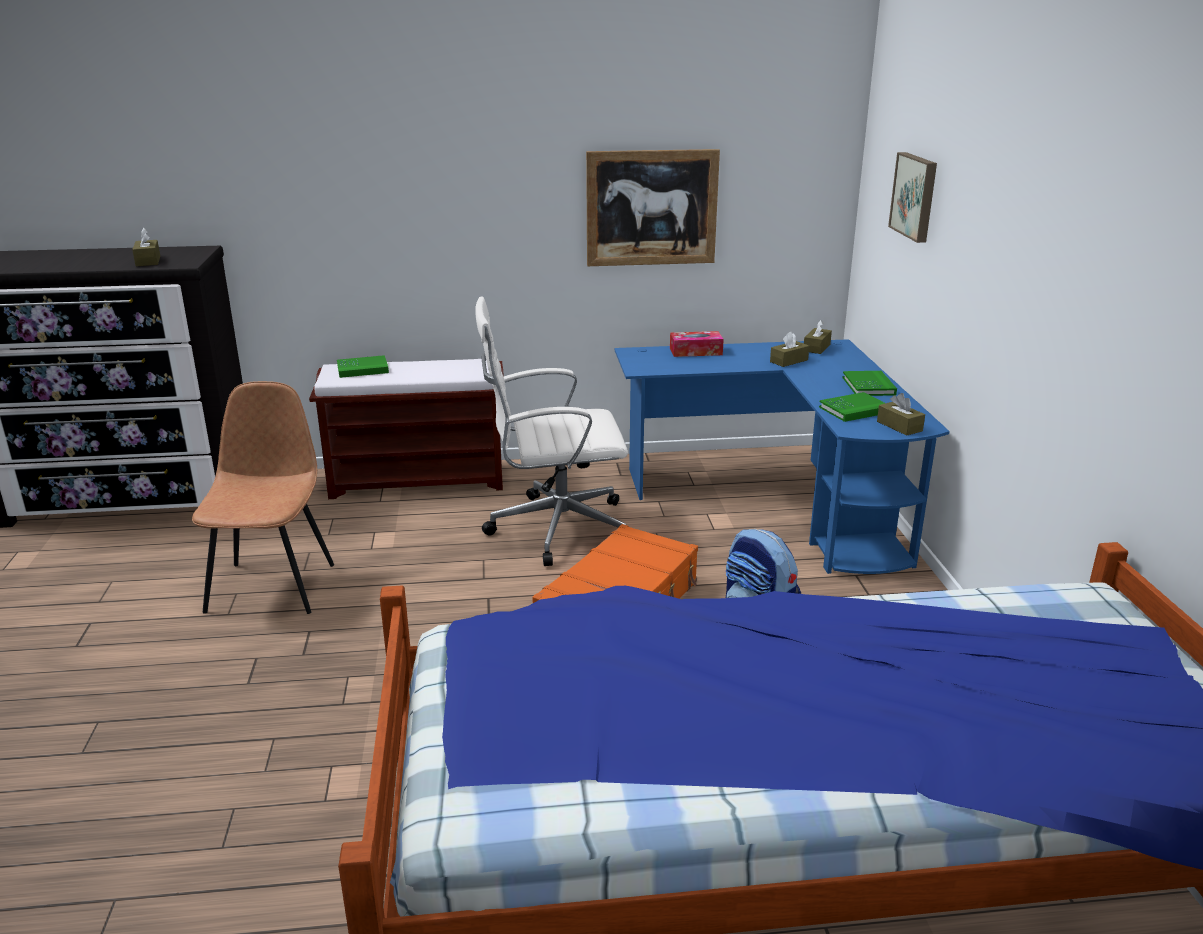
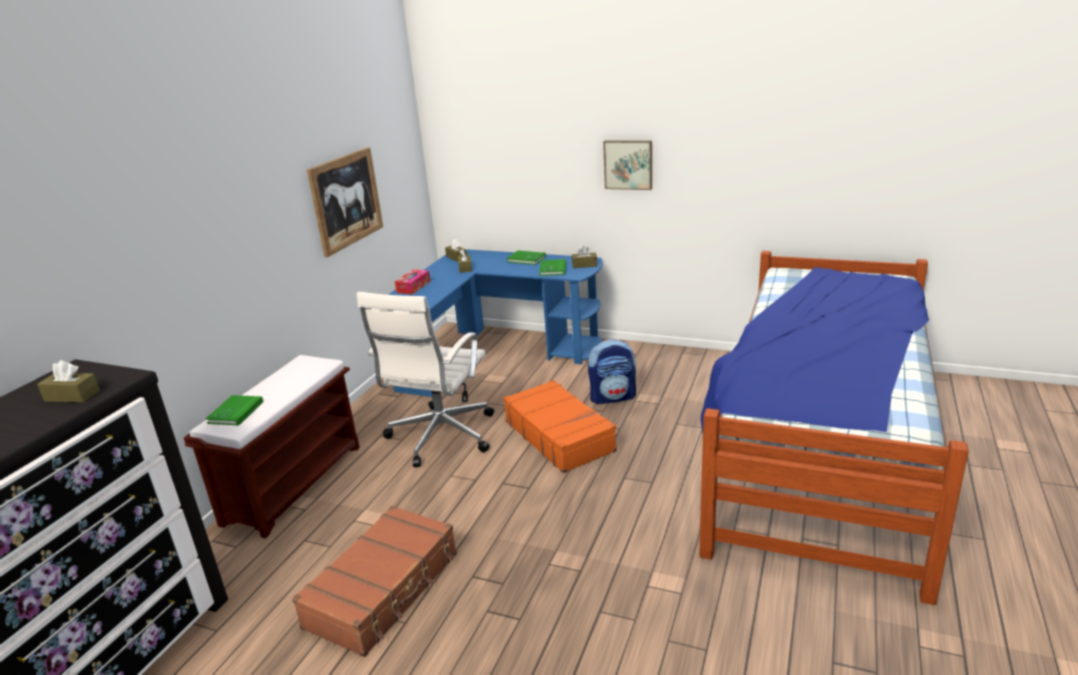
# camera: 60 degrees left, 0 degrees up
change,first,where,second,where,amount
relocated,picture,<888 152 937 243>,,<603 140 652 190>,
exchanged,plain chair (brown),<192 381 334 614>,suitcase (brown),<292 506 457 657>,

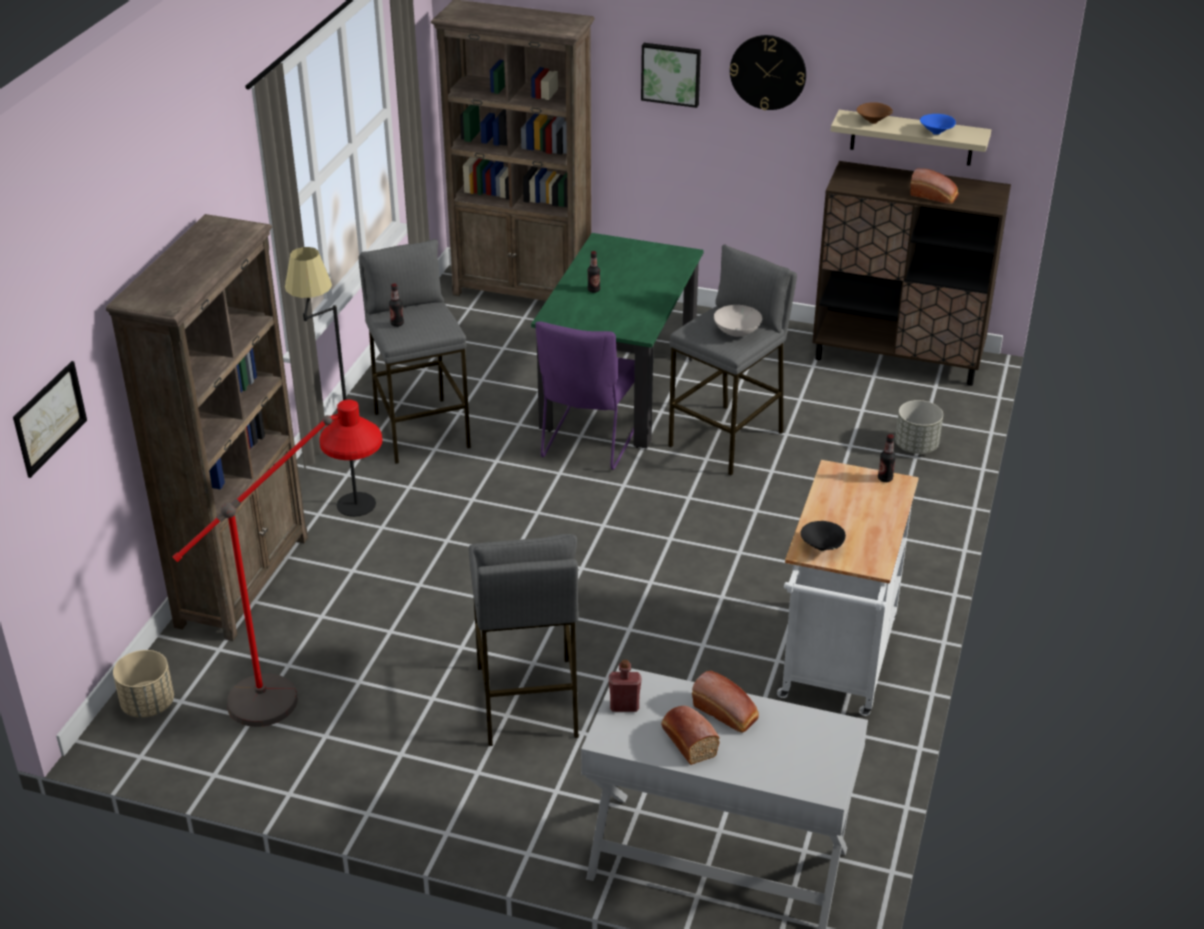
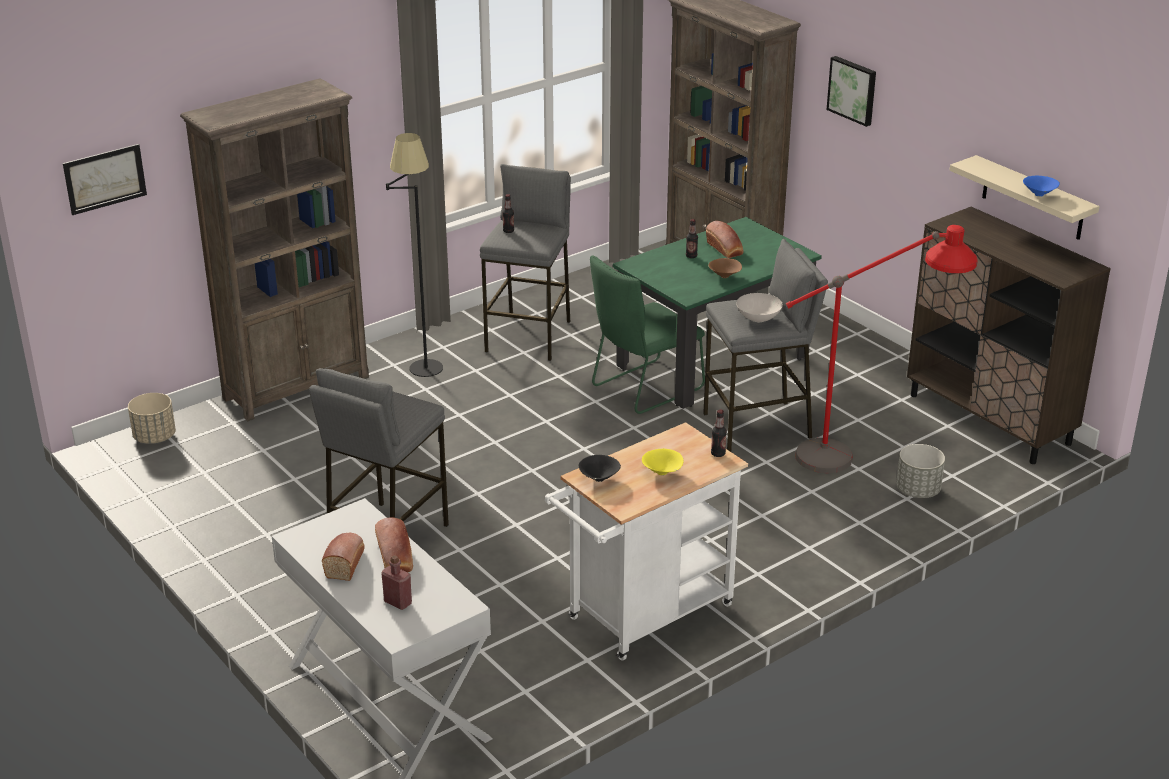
# camera: 35 degrees right, 5 degrees down
change,first,where,second,where,amount
missing,wall clock,<730 35 806 110>,,,
appeared,,,bowl (yellowish),<642 449 683 476>,
relocated,floor lamp (red-coloured),<172 399 382 727>,,<786 225 977 473>,
relocated,drink bottle (red-coloured),<609 660 641 712>,,<381 555 412 610>,
relocated,bowl (brown),<857 102 893 124>,,<708 258 742 278>,
relocated,baked bread,<910 168 958 204>,,<706 221 744 258>,
colour,plain chair (purple),<535 321 635 470>,plain chair (green-coloured),<590 256 705 414>,

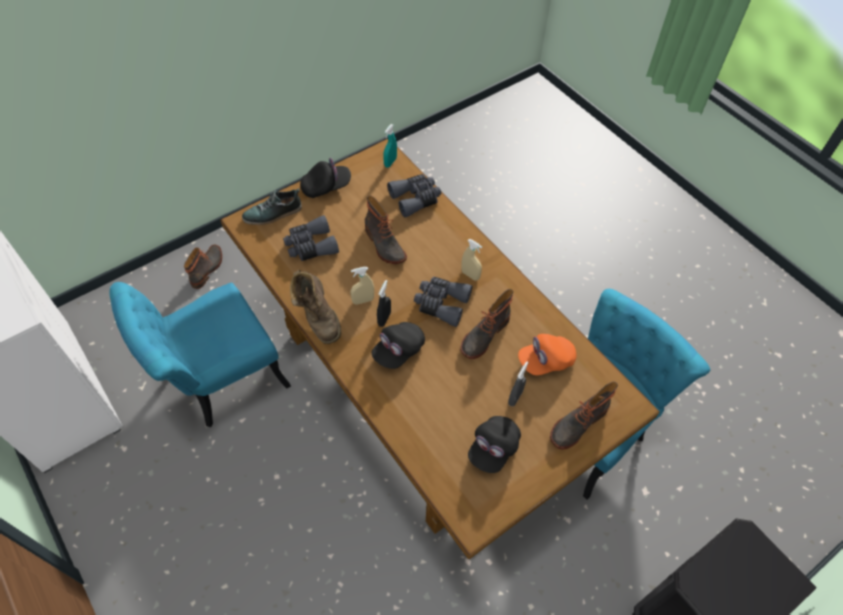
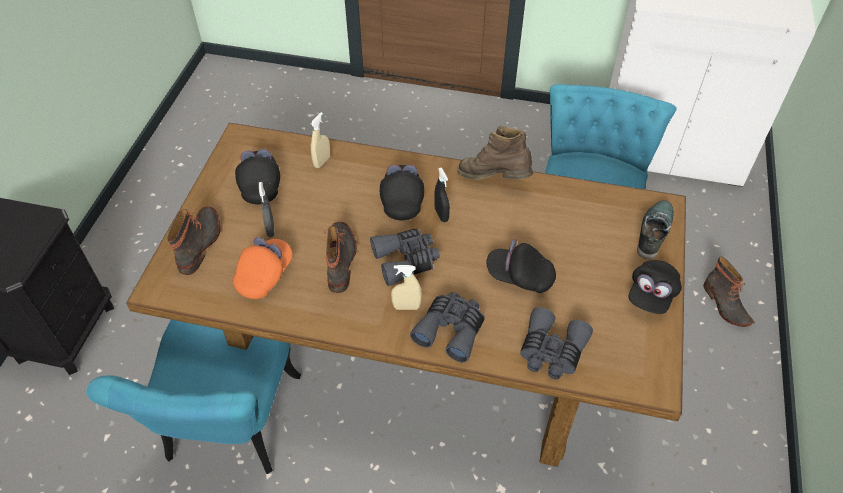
# camera: 140 degrees right, 5 degrees down
change,first,where,second,where,amount
missing,spray bottle (turquoise-coloured),<383 124 397 168>,,,
relocated,field glasses (greyish),<283 215 339 261>,,<410 292 485 362>,
relocated,spray bottle (sand-coloured),<350 267 374 305>,,<310 112 330 168>,
exchanged,tall boot,<365 196 407 264>,baseball cap (black-coloured),<486 239 556 293>,

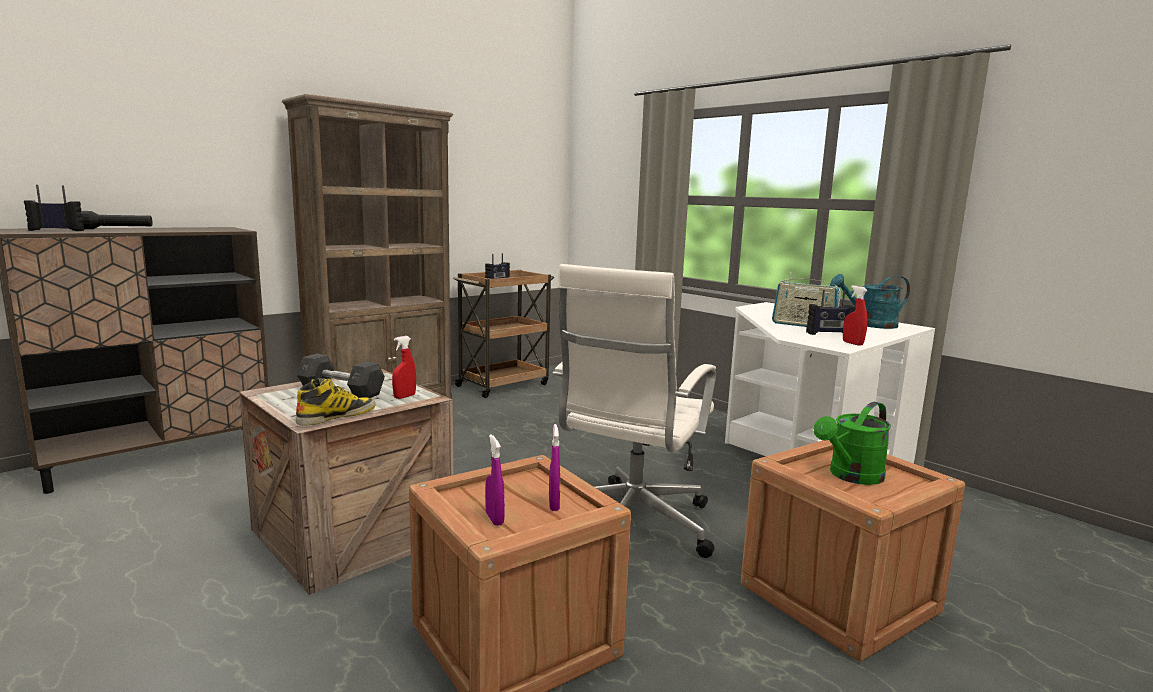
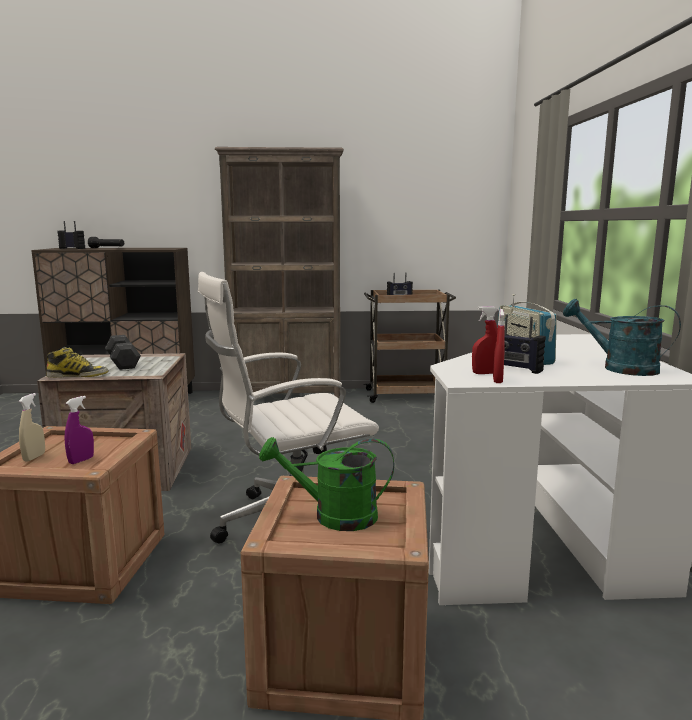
# camera: 40 degrees right, 0 degrees up
change,first,where,second,where,amount
relocated,spray bottle (red-coloured),<392 336 416 399>,,<472 306 498 374>,
colour,spray bottle (purple),<485 434 505 526>,spray bottle (sand-coloured),<19 393 45 461>,

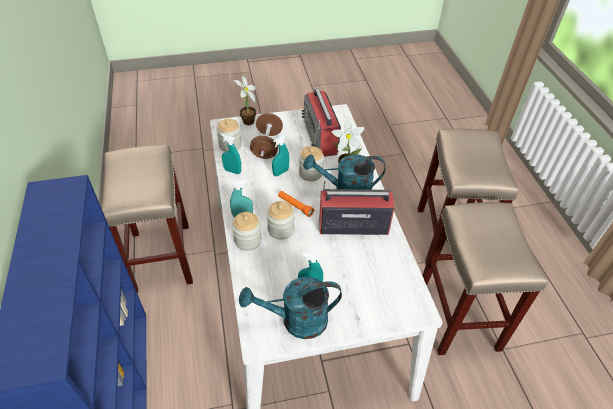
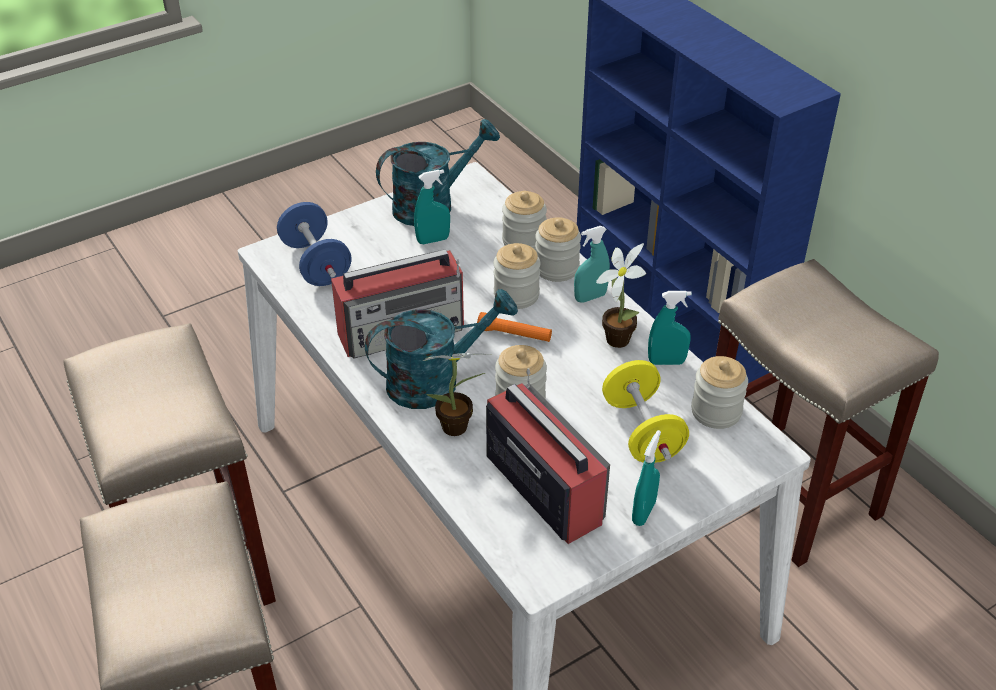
# camera: 160 degrees right, 5 degrees down
change,first,where,second,where,amount
appeared,,,free weight (bluish),<277 202 351 286>,
appeared,,,jar,<502 191 547 251>,
relocated,potted plant,<234 75 256 125>,,<596 243 646 348>,
relocated,spray bottle (turquoise-coloured),<272 135 289 176>,,<632 430 661 526>,
colour,free weight (brown),<250 113 283 159>,free weight (yellowish),<602 360 689 463>,

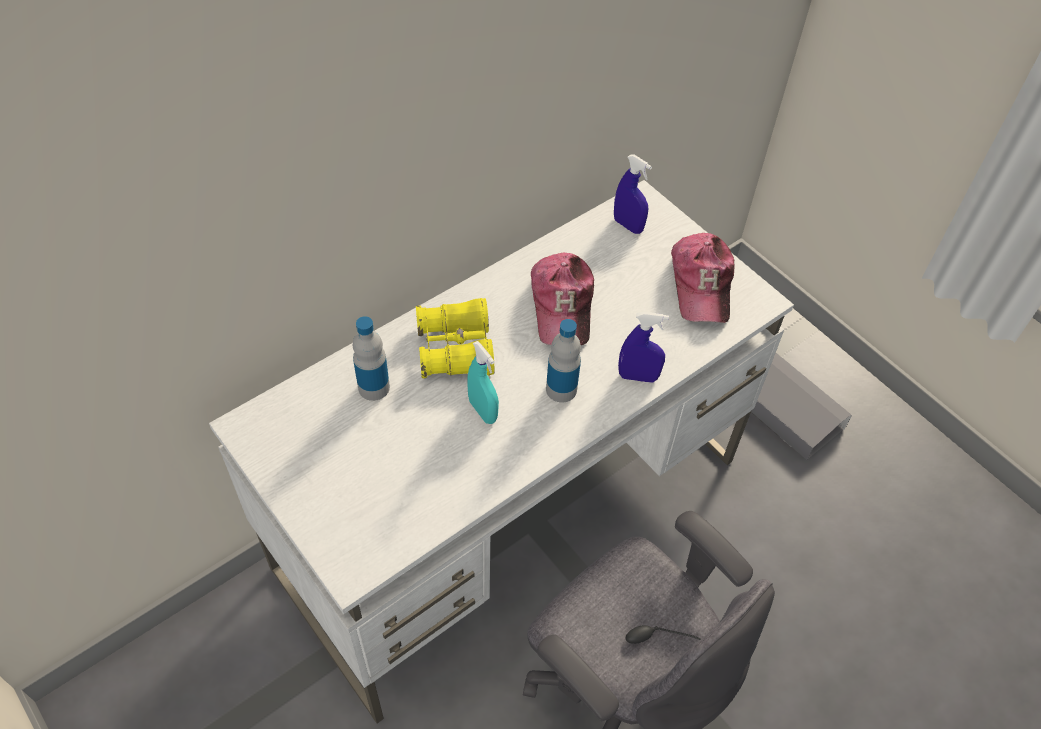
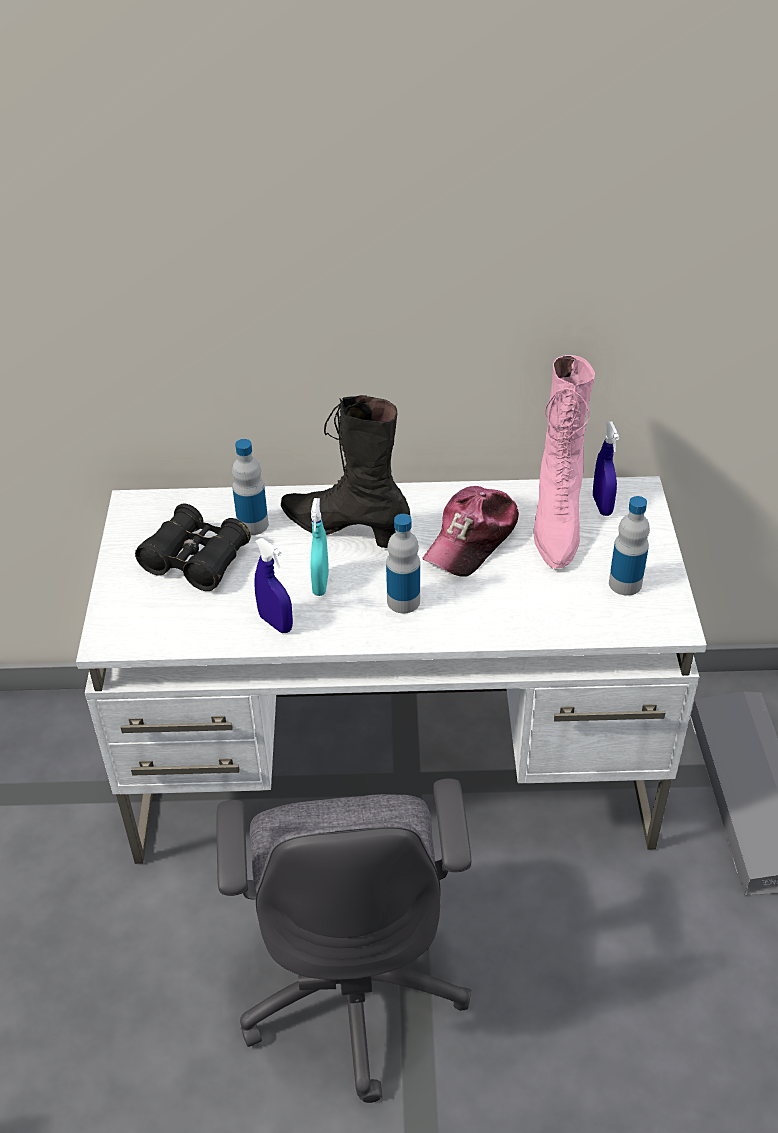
# camera: 40 degrees right, 10 degrees down
change,first,where,second,where,amount
appeared,,,field glasses (black-coloured),<135 503 251 591>,
appeared,,,tall boot (pinkish),<533 355 595 568>,
relocated,spray bottle (bluish),<618 312 669 382>,,<254 538 293 633>,
exchanged,field glasses (yellowish),<416 298 494 379>,tall boot (black-coloured),<281 395 411 548>,
exchanged,baseball cap,<671 233 734 323>,drink bottle,<609 496 650 596>,

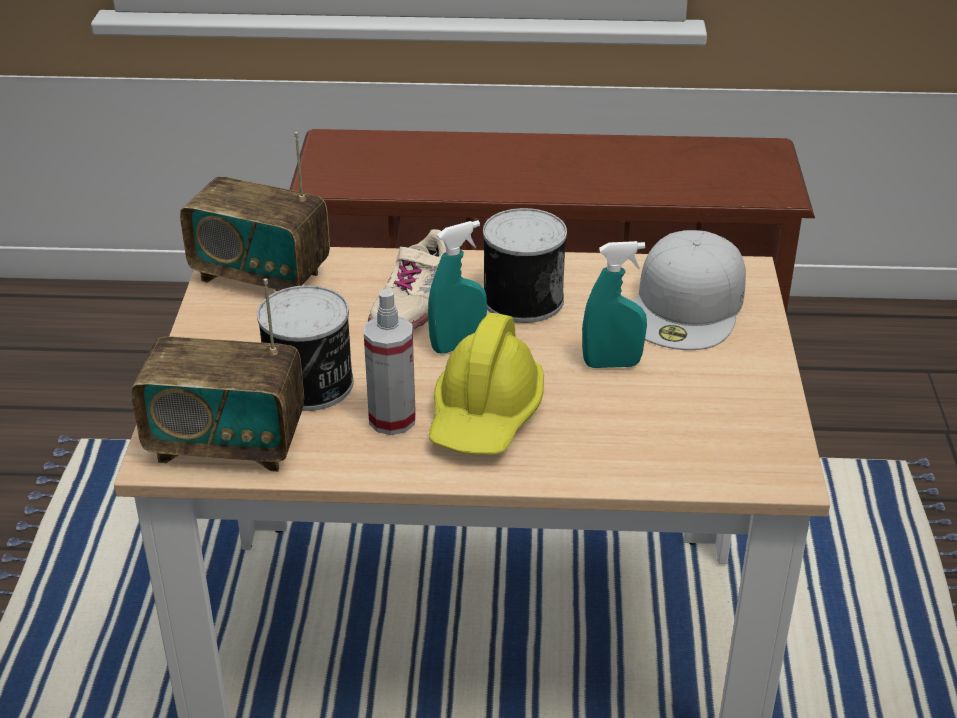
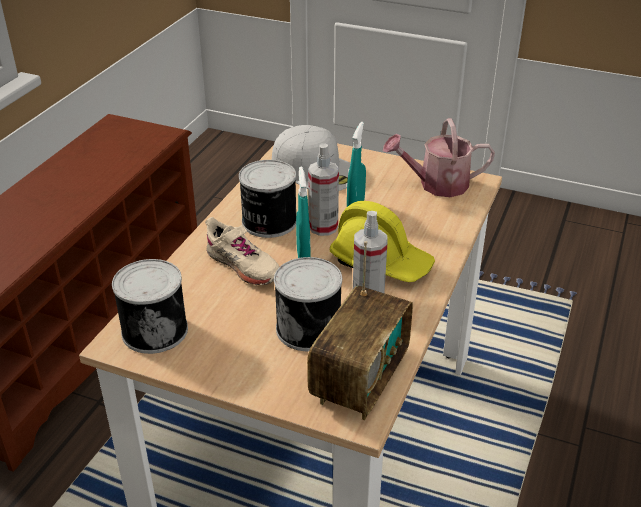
# camera: 70 degrees left, 0 degrees up
change,first,where,second,where,amount
appeared,,,spray bottle,<308 143 339 236>,
appeared,,,watering can,<383 118 495 197>,
exchanged,radio set,<180 132 330 291>,can,<112 259 188 354>,

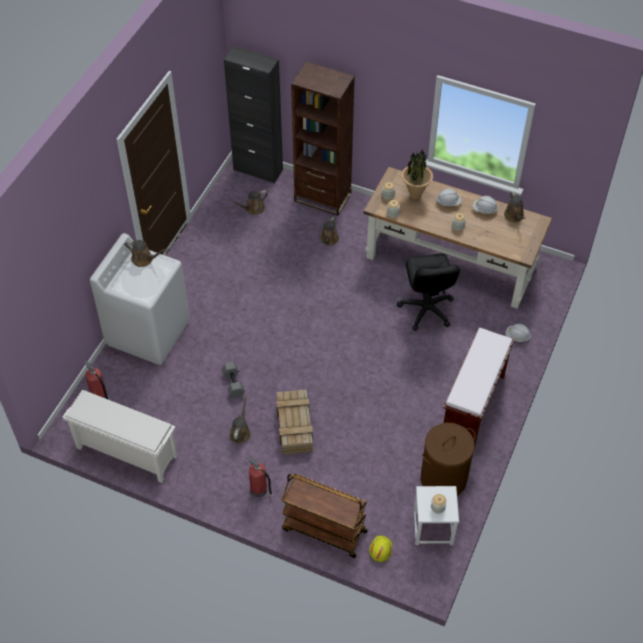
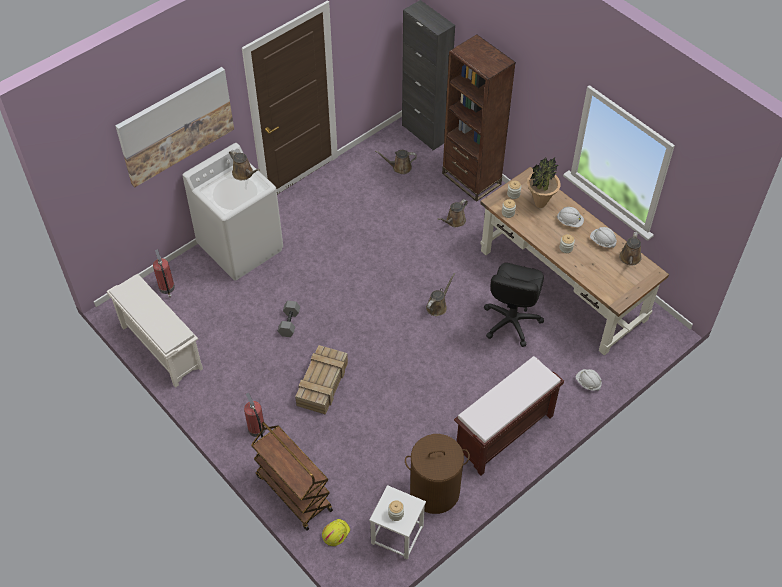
# camera: 25 degrees right, 0 degrees up
change,first,where,second,where,amount
appeared,,,picture,<115 67 234 188>,
relocated,watering can (brown),<229 395 251 444>,,<426 273 455 316>,

